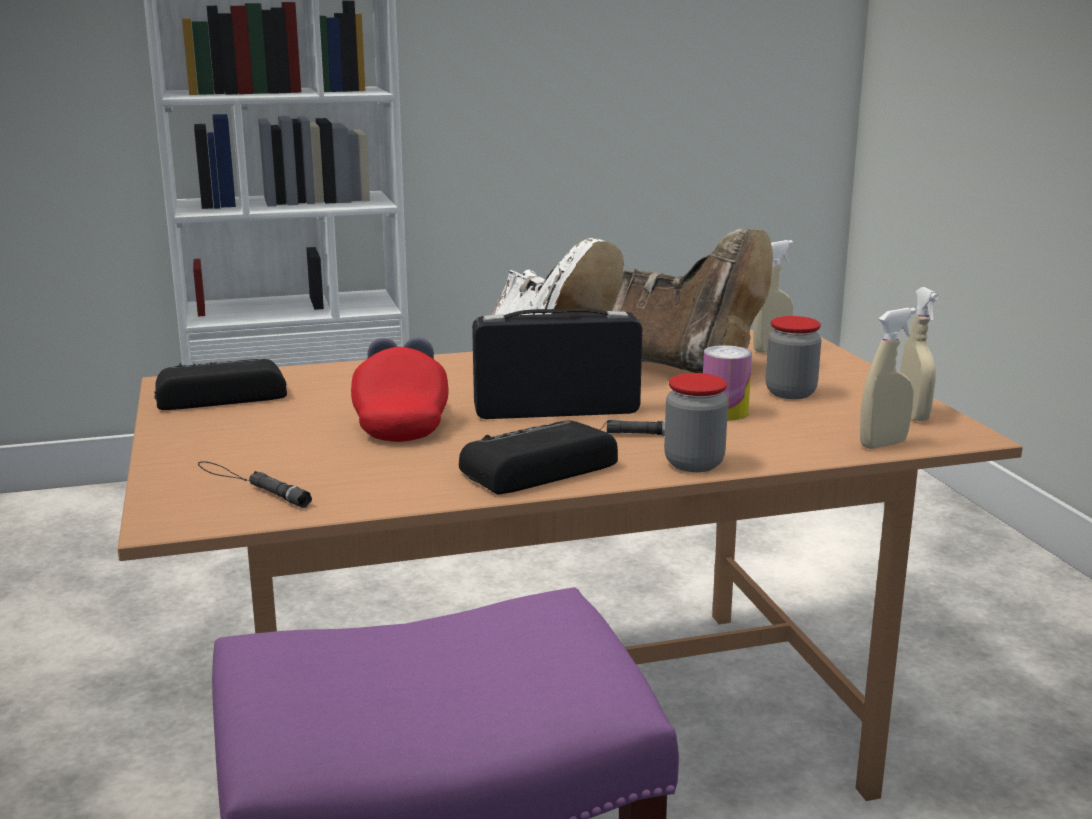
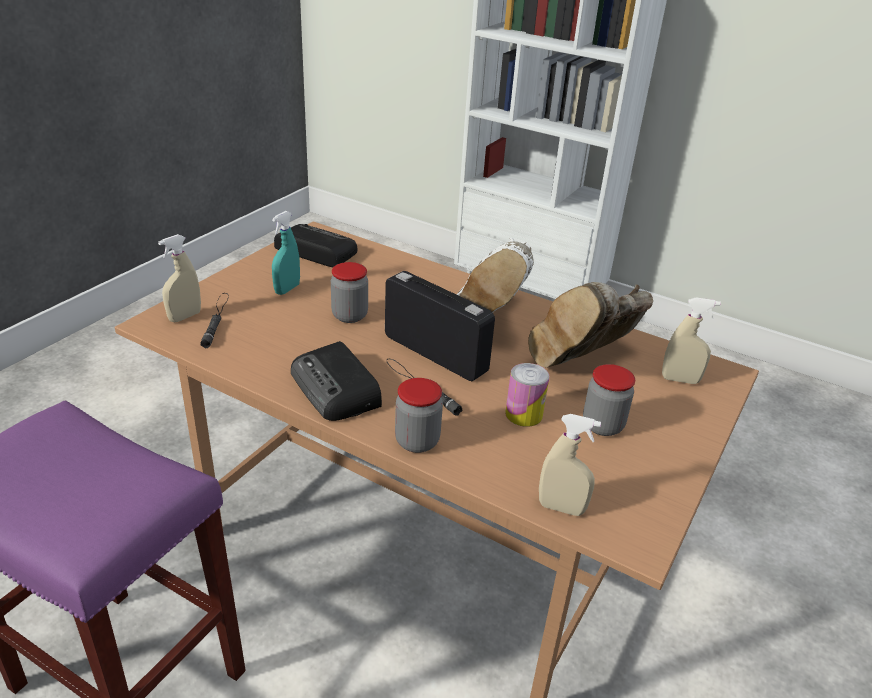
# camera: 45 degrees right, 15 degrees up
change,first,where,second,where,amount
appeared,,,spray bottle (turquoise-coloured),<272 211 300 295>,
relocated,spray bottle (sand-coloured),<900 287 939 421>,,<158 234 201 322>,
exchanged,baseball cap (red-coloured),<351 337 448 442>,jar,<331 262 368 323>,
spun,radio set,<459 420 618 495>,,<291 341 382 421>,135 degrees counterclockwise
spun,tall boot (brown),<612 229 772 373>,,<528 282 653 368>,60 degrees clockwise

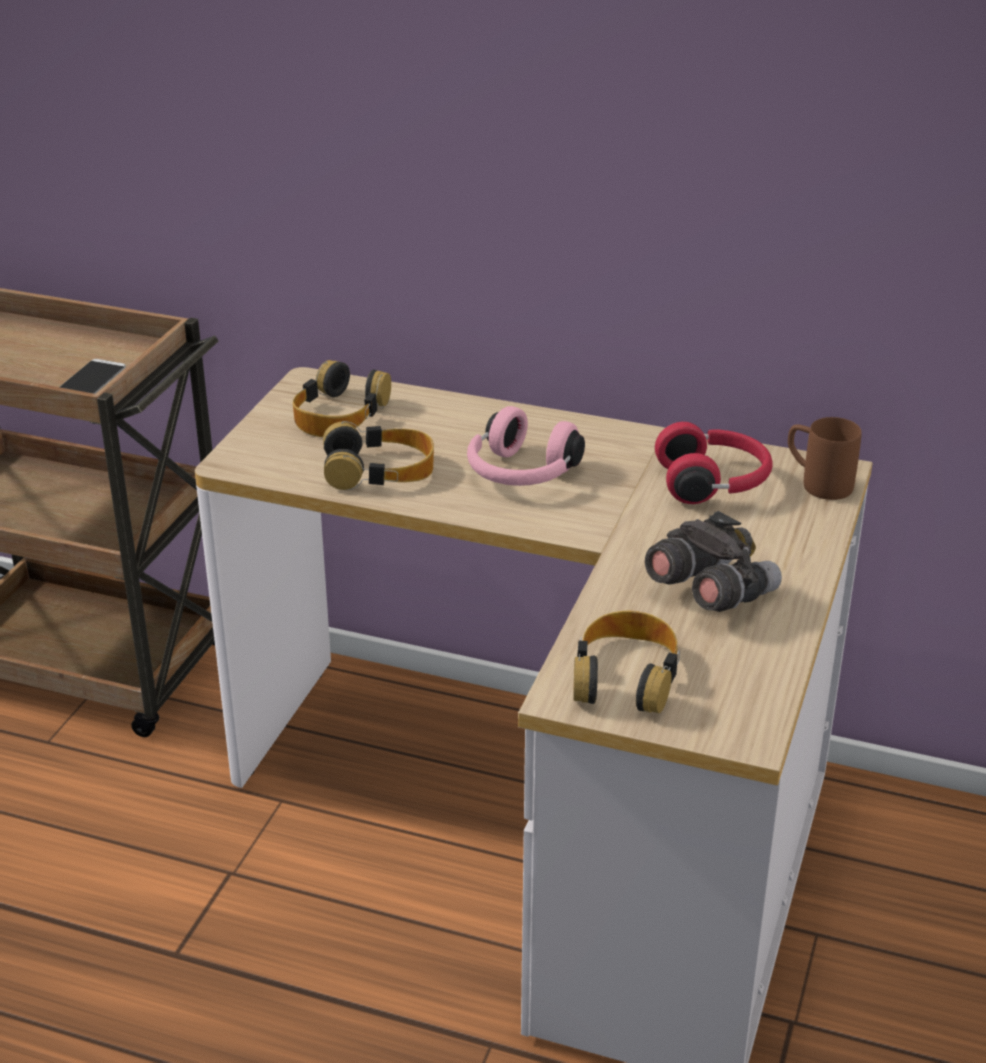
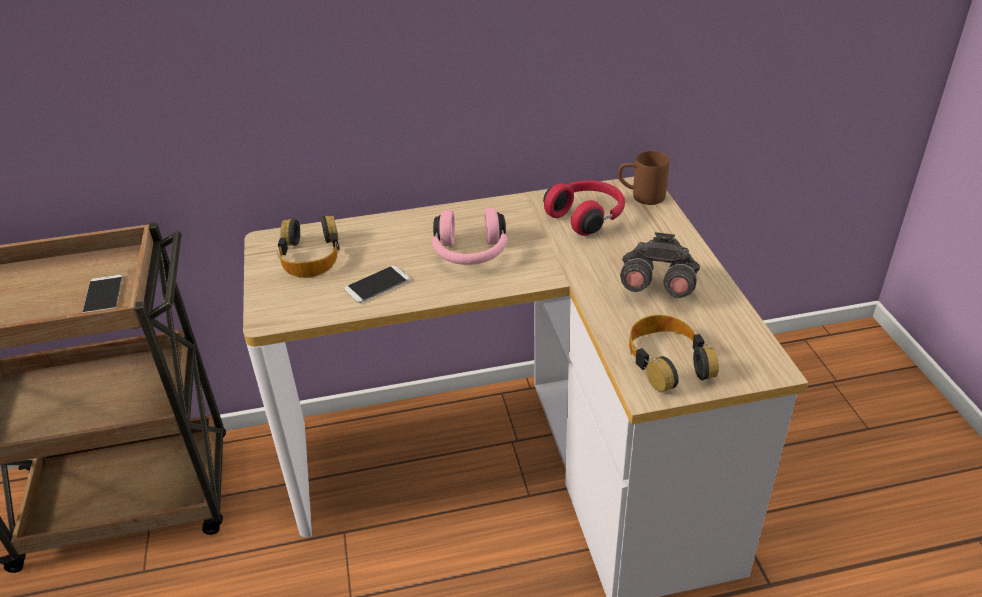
# camera: 30 degrees left, 5 degrees up
change,first,where,second,where,amount
exchanged,pair of headphones,<323 421 434 490>,phone,<344 265 410 303>,

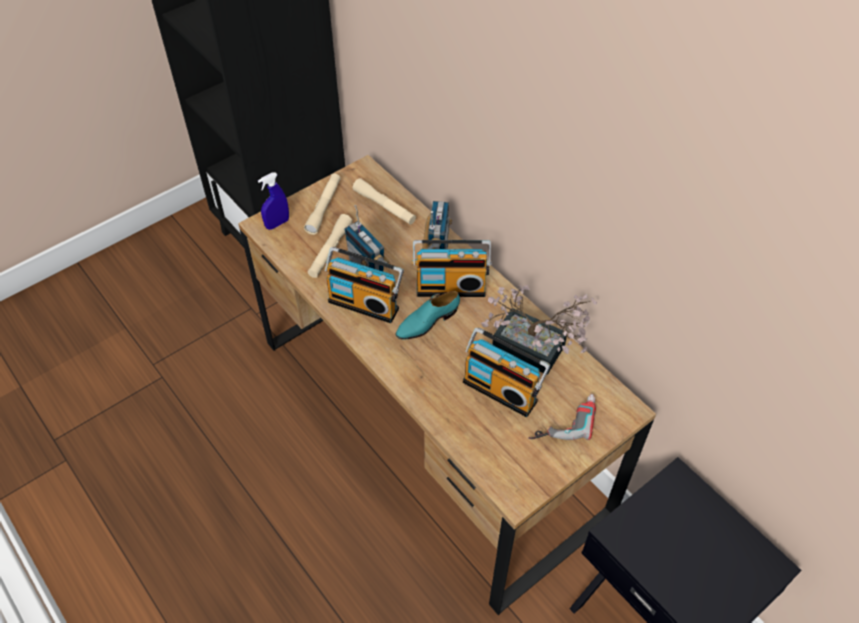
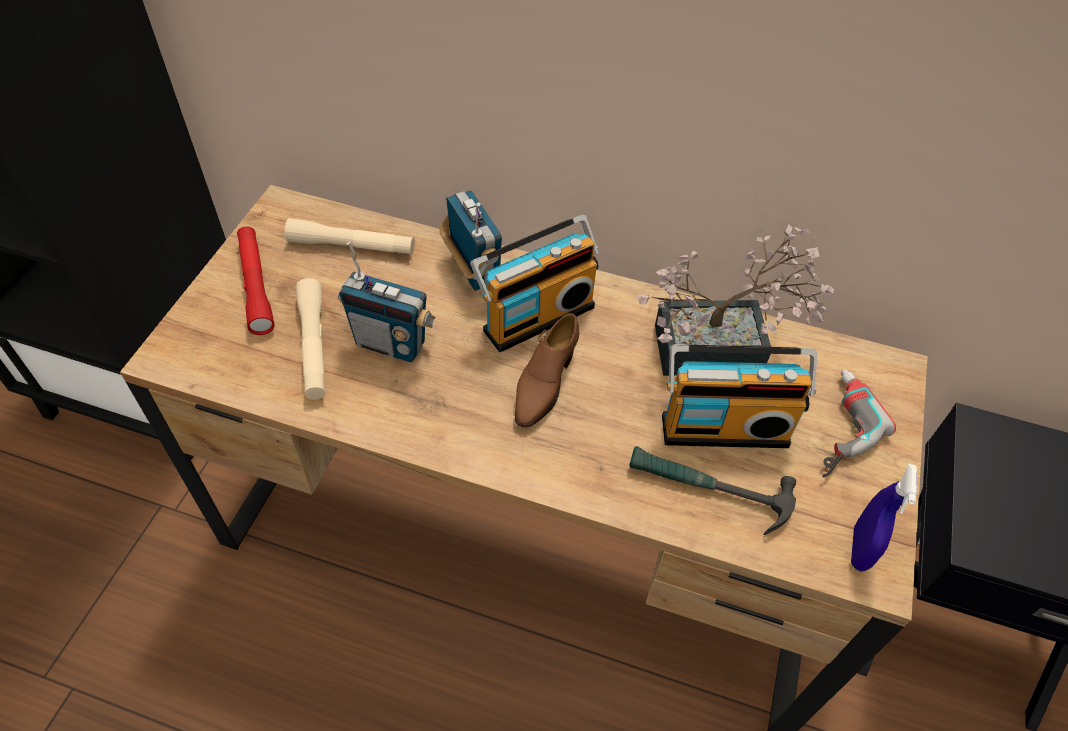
# camera: 35 degrees left, 0 degrees up
change,first,where,second,where,amount
missing,radio set,<324 247 404 323>,,,
appeared,,,tool hammer,<629 446 796 535>,
relocated,spray bottle (bluish),<258 173 289 230>,,<851 463 917 571>,
colour,flashlight (sand-coloured),<304 174 341 235>,flashlight (red-coloured),<237 227 275 335>,
colour,low shoe (turquoise-coloured),<395 291 460 339>,low shoe (brown),<515 313 579 427>,

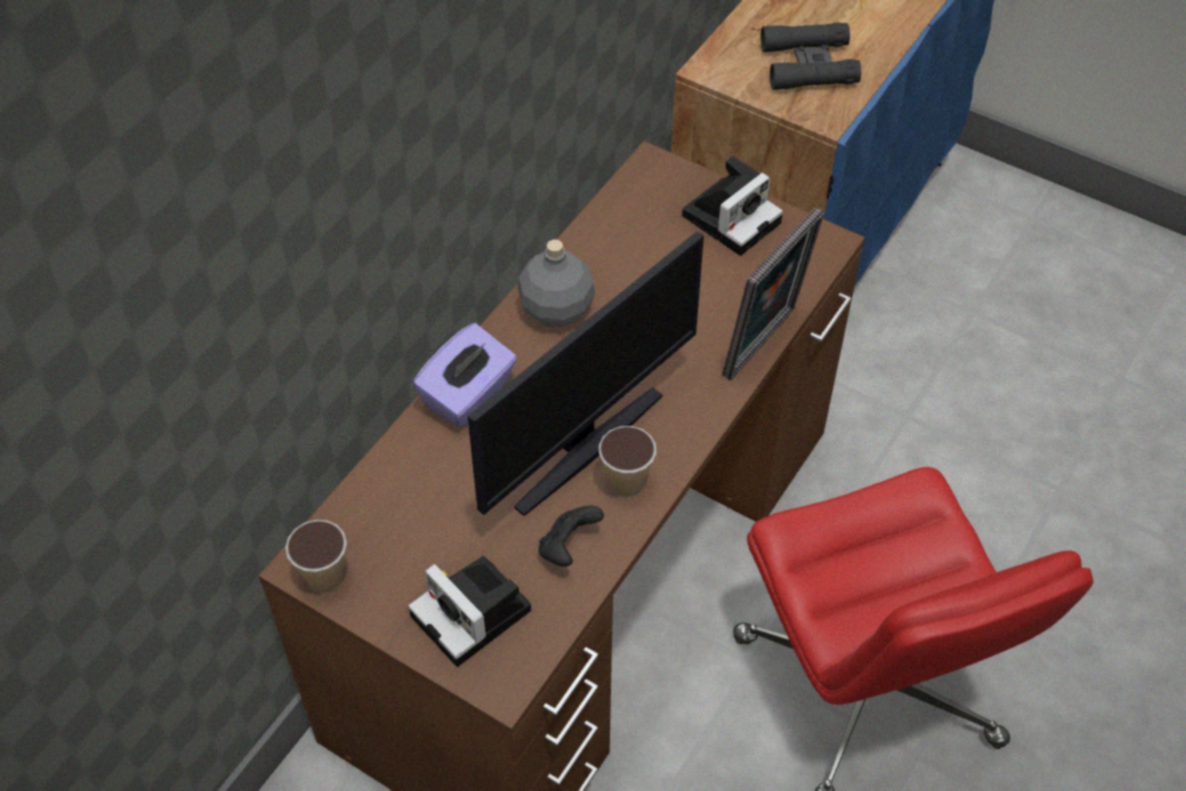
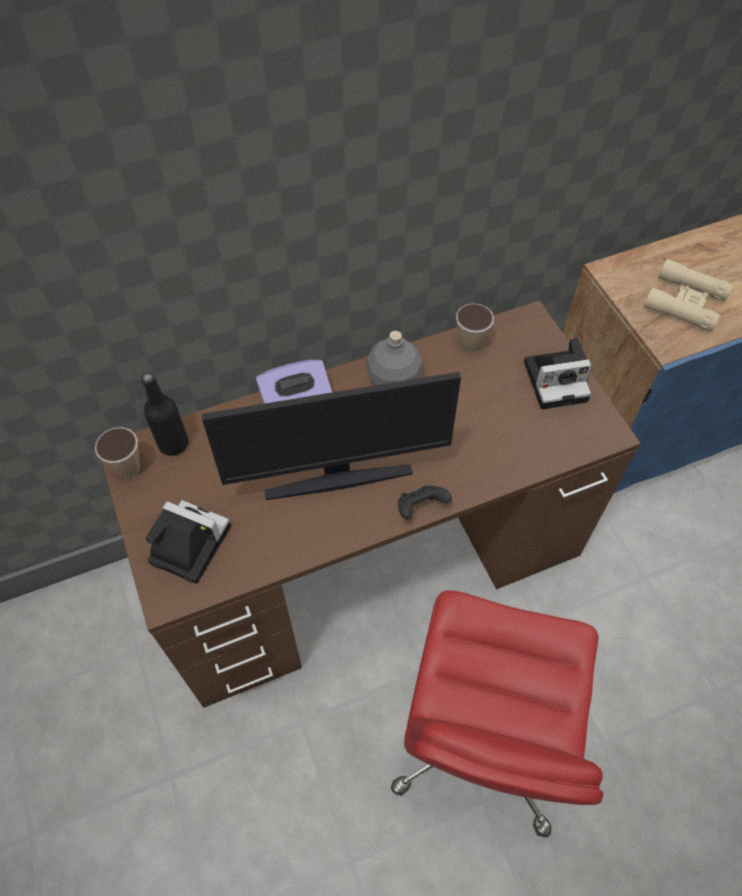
# camera: 35 degrees right, 5 degrees up
change,first,where,second,where,amount
missing,picture frame,<722 207 825 380>,,,
appeared,,,drink bottle (black-coloured),<141 373 189 456>,
relocated,game controller (black-coloured),<539 505 604 567>,,<398 485 452 520>,
relocated,small cup,<599 426 656 497>,,<456 303 494 353>,
colour,field glasses (black-coloured),<761 22 861 90>,field glasses (sand-coloured),<643 259 733 331>,
spun,photo camera,<408 556 531 667>,,<146 500 231 584>,120 degrees clockwise

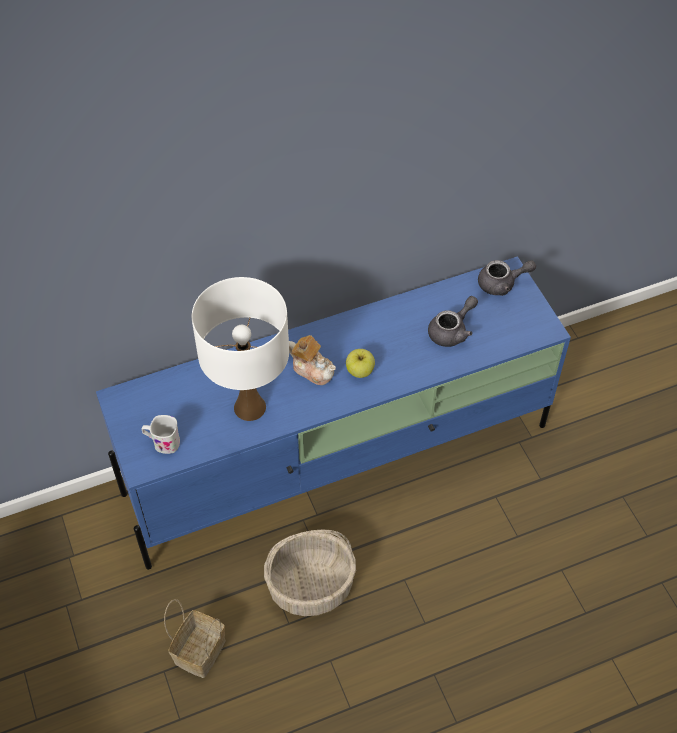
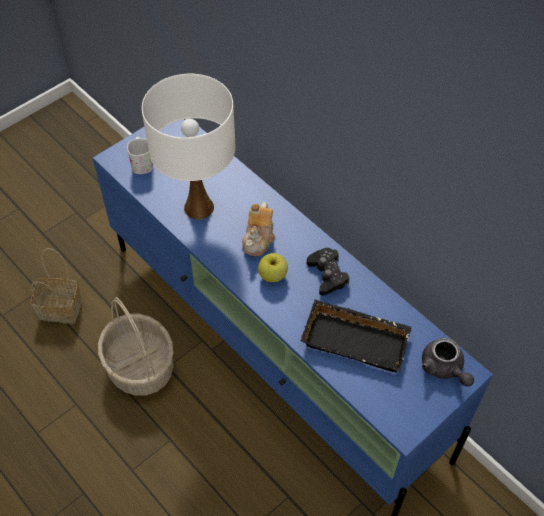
# camera: 70 degrees right, 0 degrees up
change,first,where,second,where,amount
appeared,,,game controller (black-coloured),<307 248 350 296>,
exchanged,teapot (greyish),<428 296 478 347>,carrying tray (black-coloured),<301 300 412 372>,

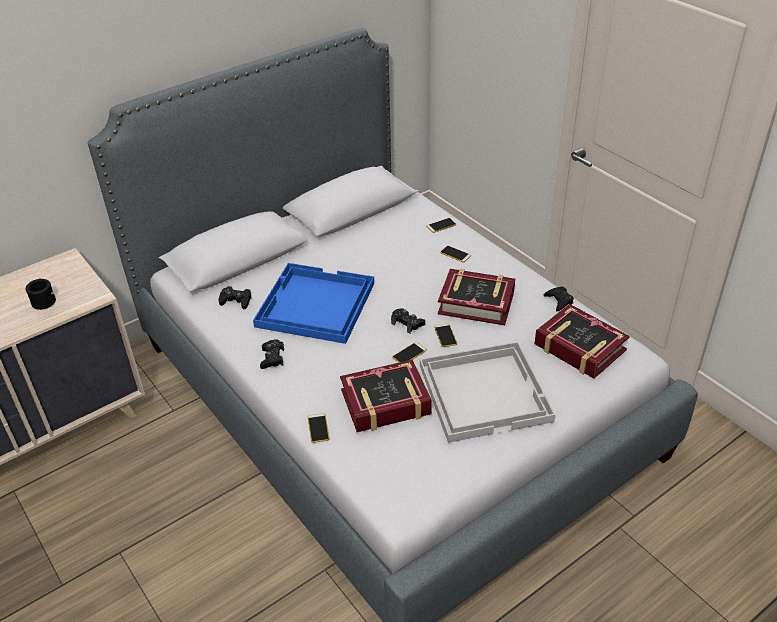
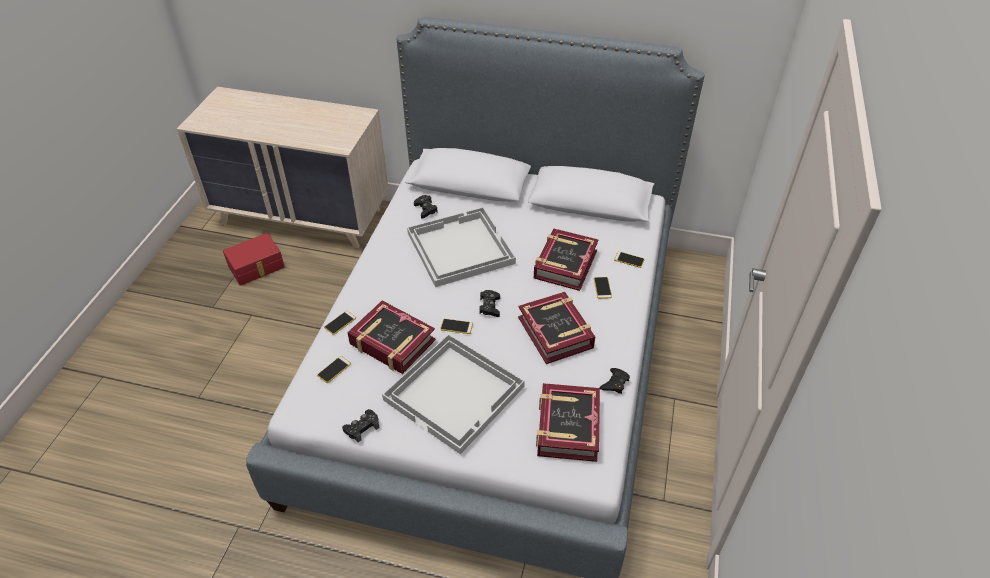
# camera: 50 degrees right, 5 degrees up
change,first,where,second,where,amount
missing,coffee mug (black-coloured),<26 278 56 310>,,,
appeared,,,storage container (red-coloured),<223 233 285 286>,
appeared,,,book,<534 228 598 291>,
relocated,game controller (black-coloured),<260 339 284 369>,,<342 409 379 442>,
relocated,phone,<434 323 457 347>,,<317 356 351 383>,
colour,carrying tray (bluish),<253 263 374 344>,carrying tray (white),<407 207 516 287>,

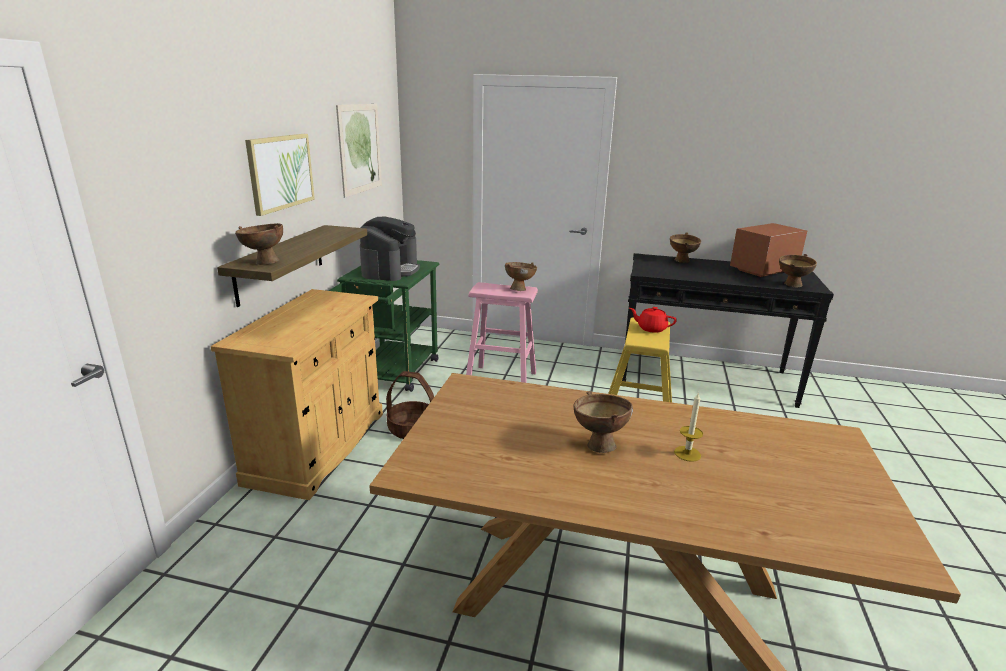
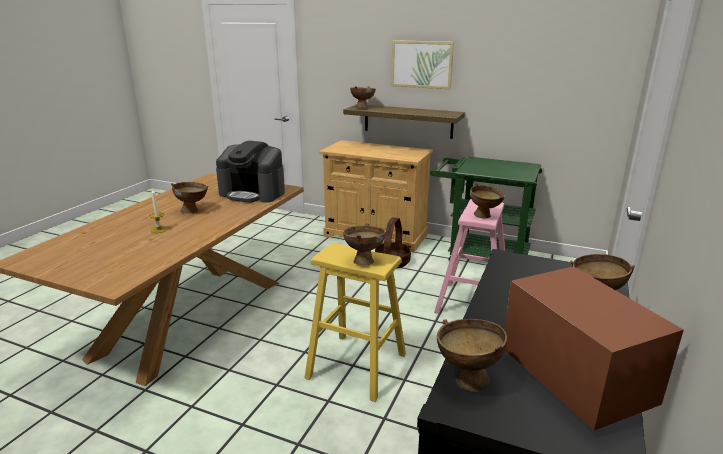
# camera: 100 degrees right, 0 degrees up
change,first,where,second,where,amount
missing,picture,<336 104 382 197>,,,
relocated,coffee brewer,<360 217 420 281>,,<216 141 285 203>,
exchanged,teapot (red-coloured),<630 307 677 333>,bowl (brown),<343 223 386 265>,

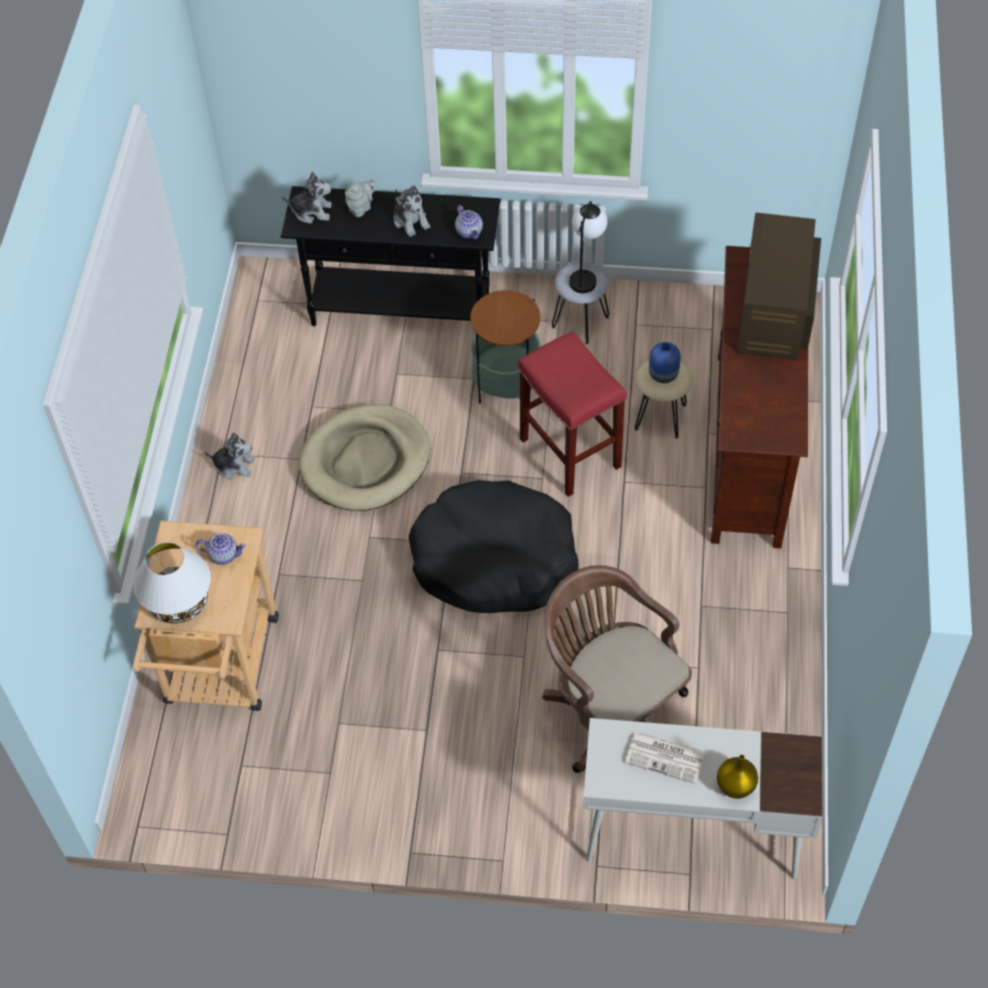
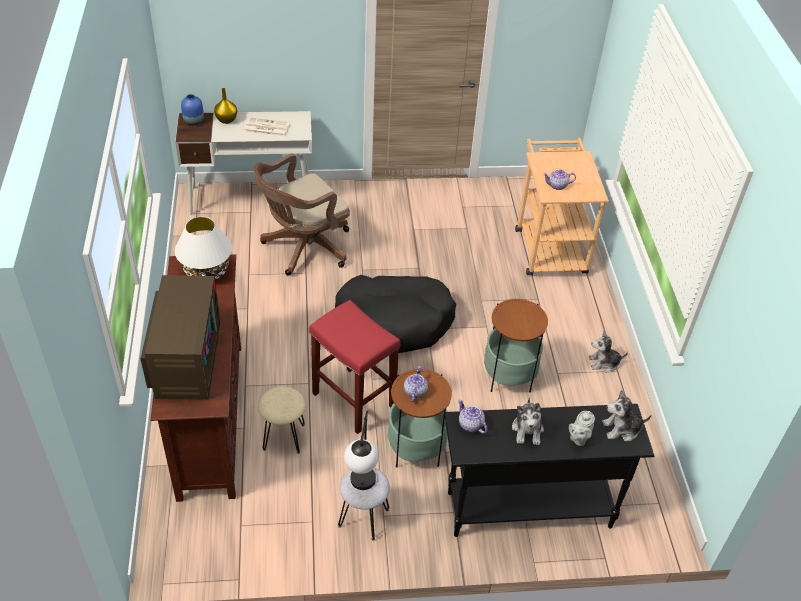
# camera: 165 degrees right, 10 degrees down
change,first,where,second,where,amount
appeared,,,teapot,<404 366 428 402>,
relocated,tabletop lamp (white),<133 542 211 623>,,<175 217 232 280>,
relocated,flower vase (bluish),<649 342 681 383>,,<181 94 204 126>,
exchanged,dog cushion (sand-coloured),<299 404 430 511>,end table,<484 299 548 392>,
spun,soft toy,<394 185 430 237>,,<512 397 544 445>,135 degrees counterclockwise
spun,computer chair (brown),<542 565 692 773>,,<253 153 350 276>,105 degrees clockwise

